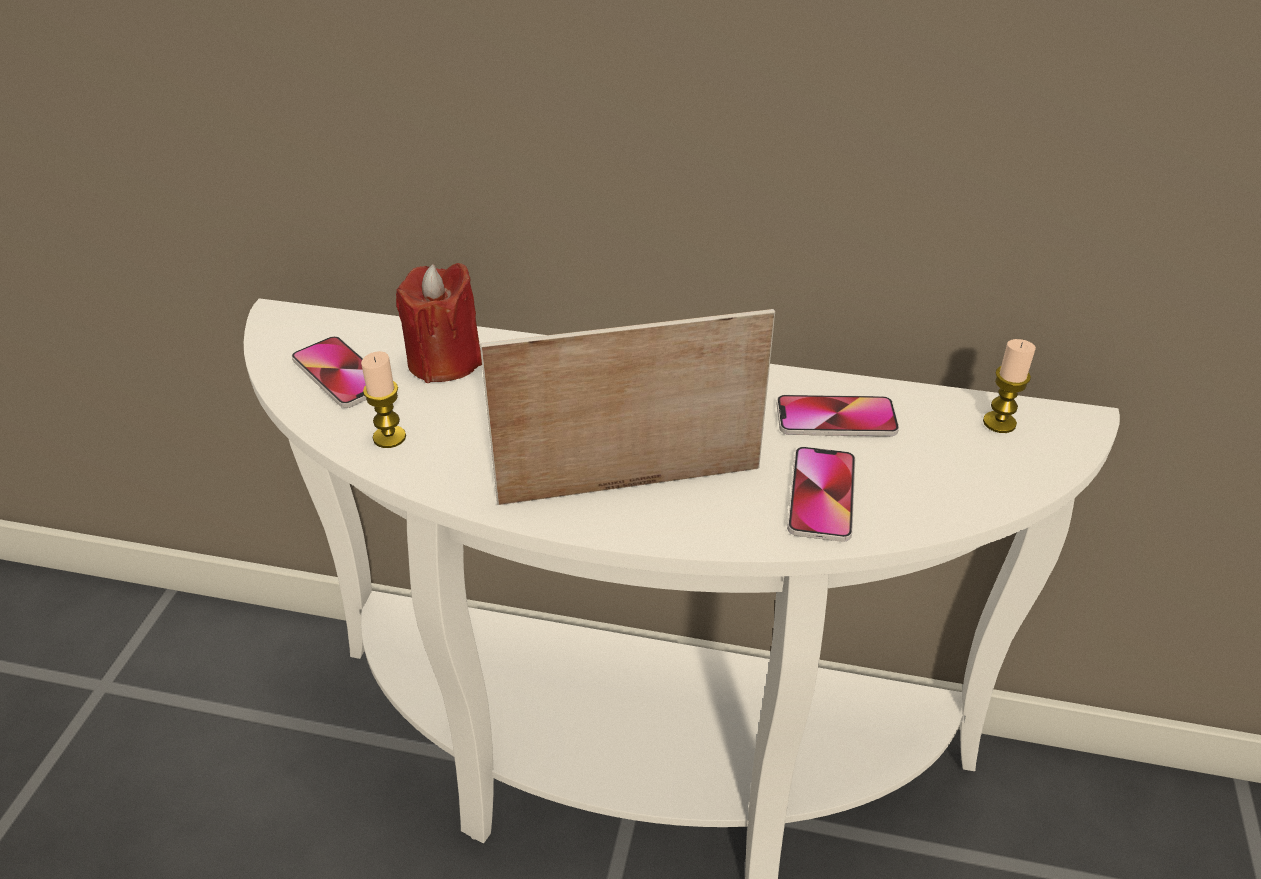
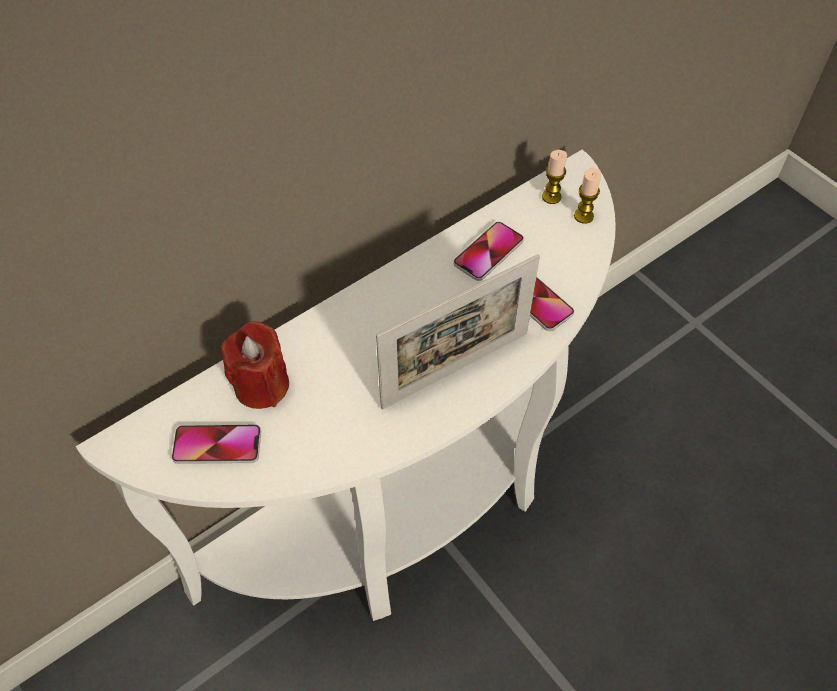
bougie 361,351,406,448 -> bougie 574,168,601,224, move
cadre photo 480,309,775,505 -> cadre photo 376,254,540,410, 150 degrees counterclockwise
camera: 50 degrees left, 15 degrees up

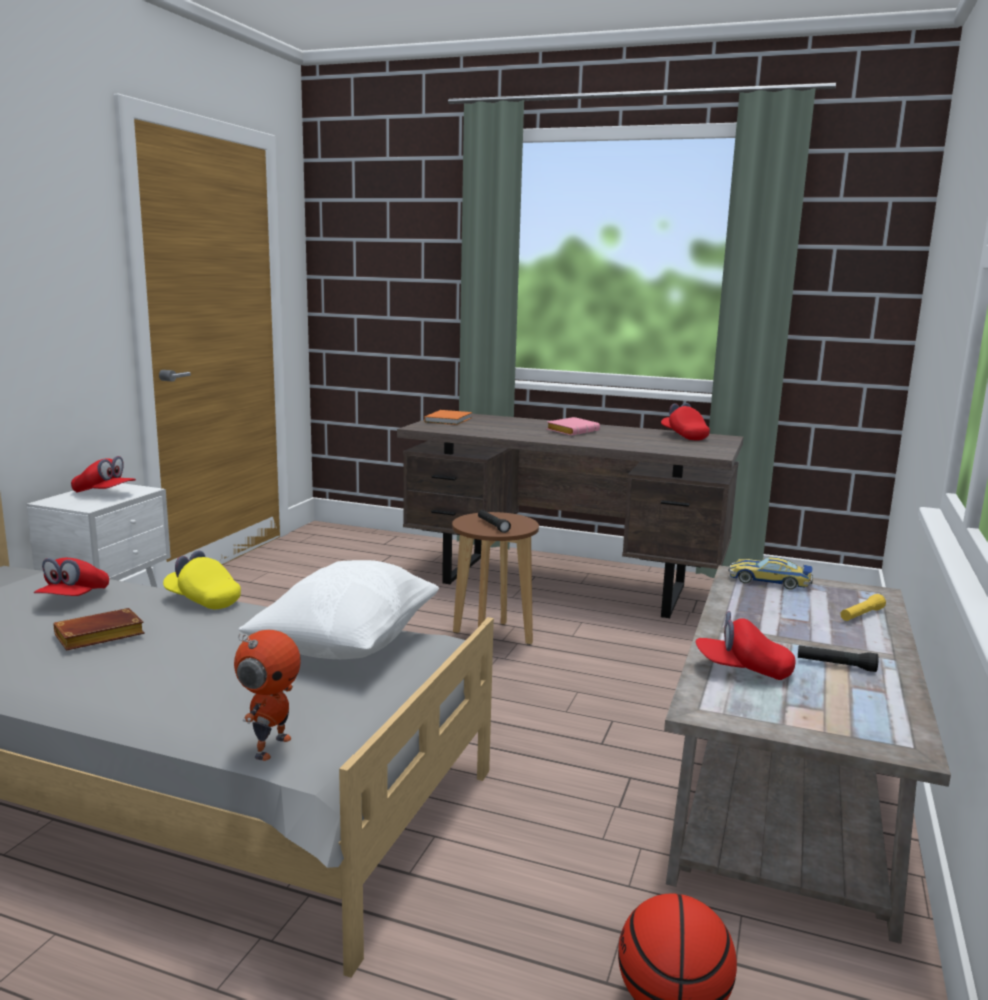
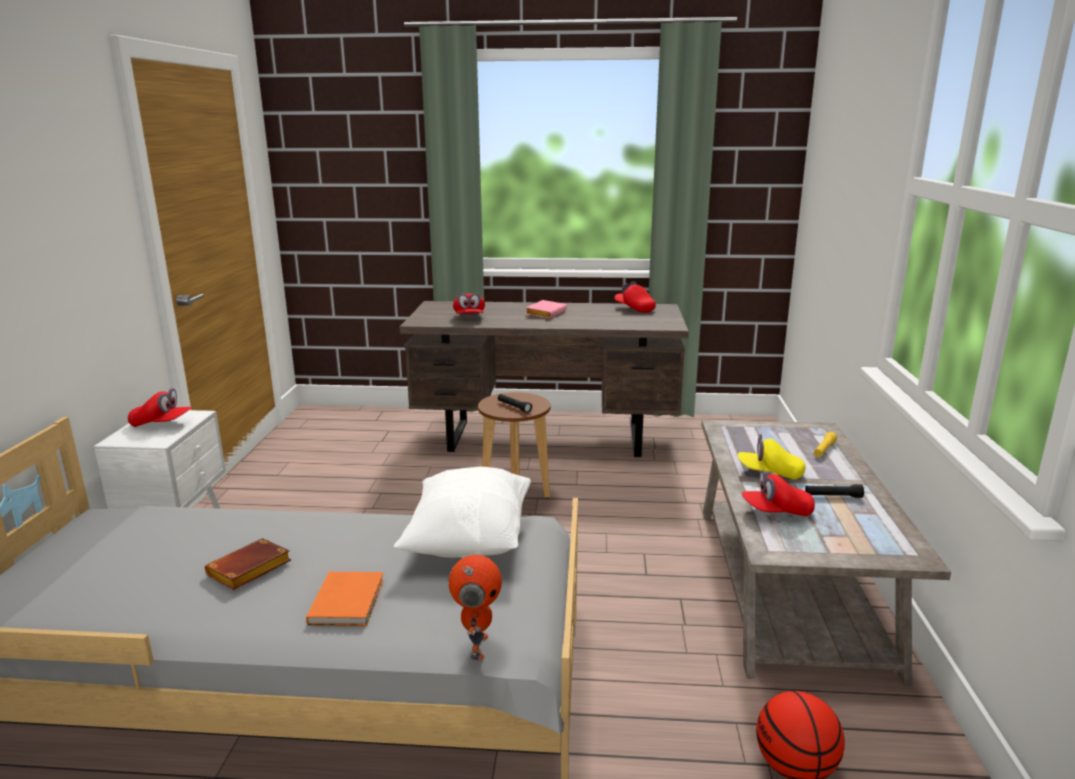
casquette/rouge 34,558,109,596 -> casquette/rouge 453,293,485,314, move
casquette/jaune 163,550,241,609 -> casquette/jaune 738,434,806,480, move
livre/orange 424,410,472,425 -> livre/orange 306,572,384,626, move
petite voiture 728,557,813,590 -> none
camera: 15 degrees left, 5 degrees up

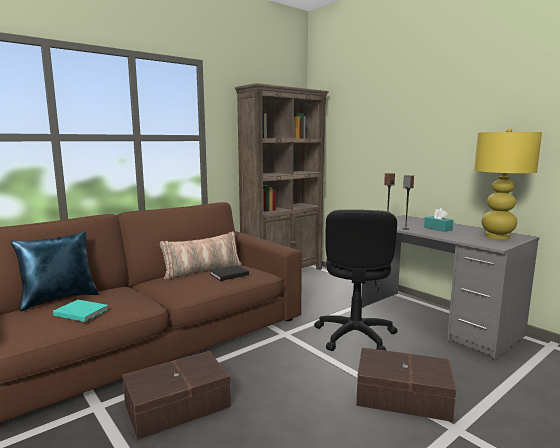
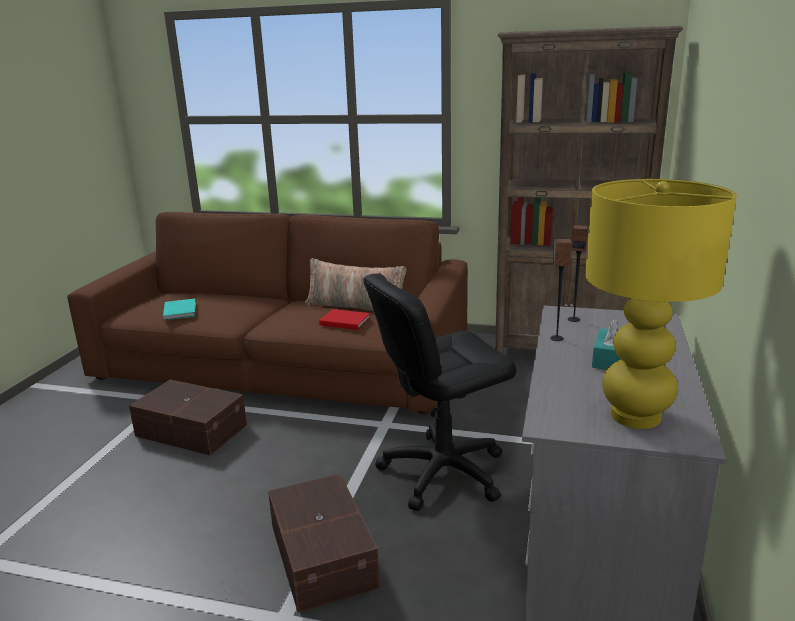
coussin/bleu 11,231,99,311 -> none
livre/noir 210,265,249,281 -> livre/rouge 319,309,370,330
camera: 55 degrees right, 10 degrees up

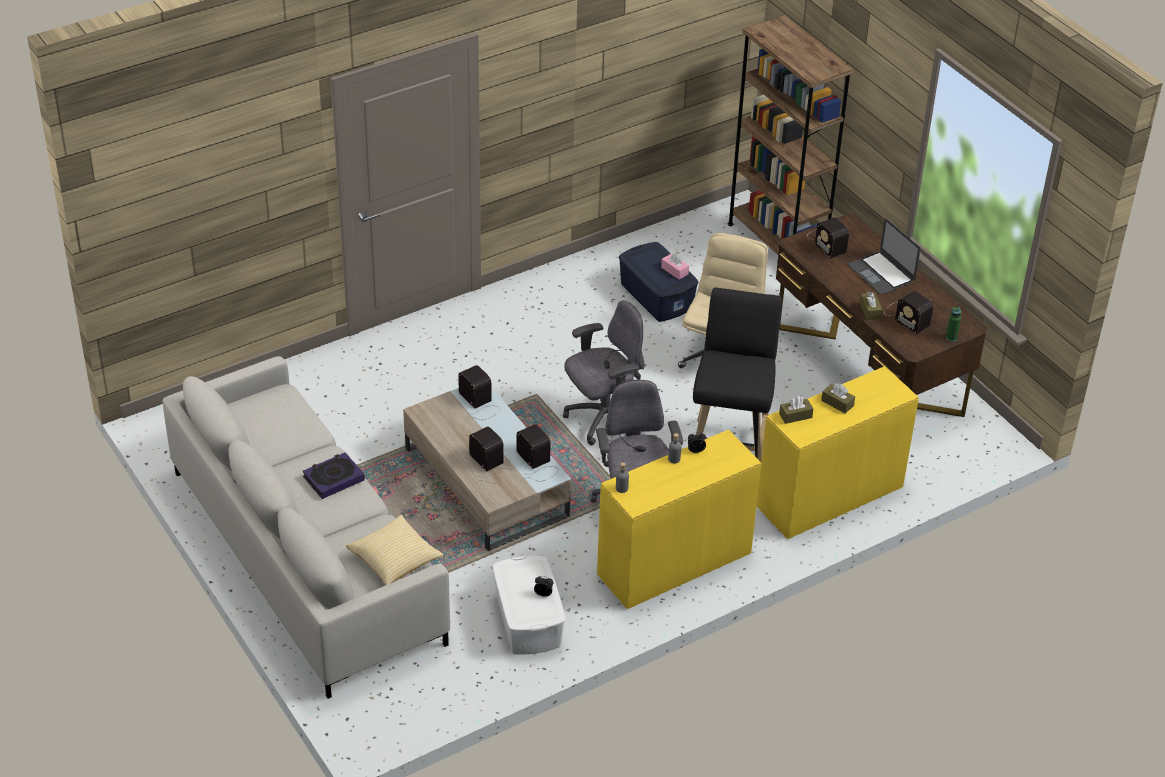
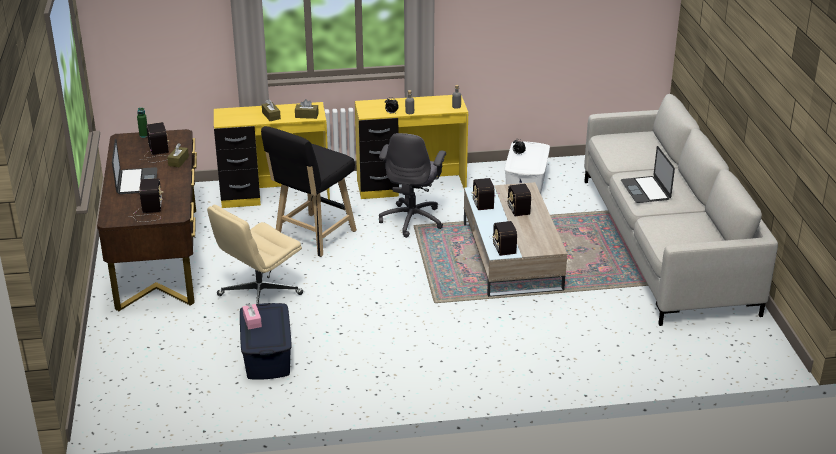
livre 302,452,365,499 -> ordinateur portable 621,146,675,203
coussin 346,515,443,585 -> none
chaise de bureau/gris 563,300,645,445 -> none
bibliothèque/marron 728,15,854,255 -> none
camera: 155 degrees left, 10 degrees down

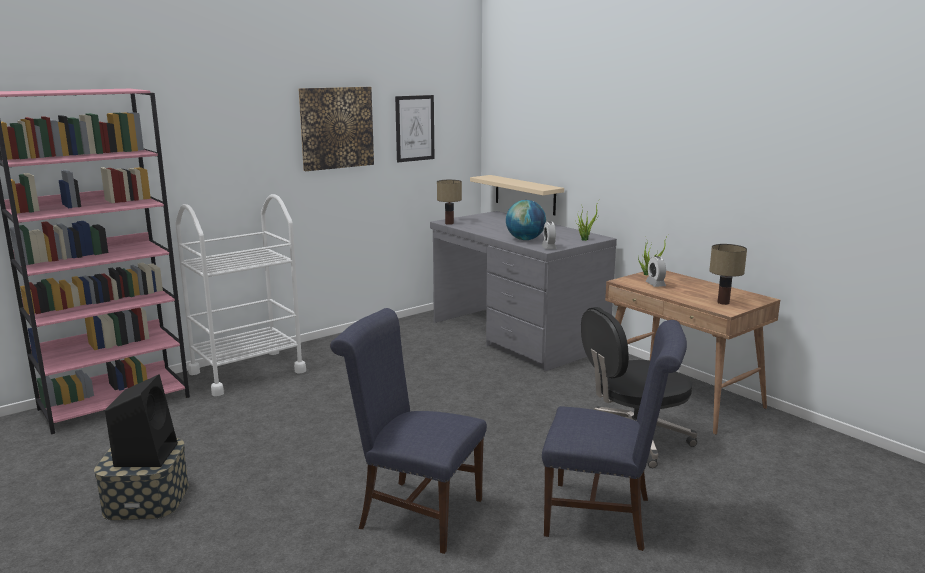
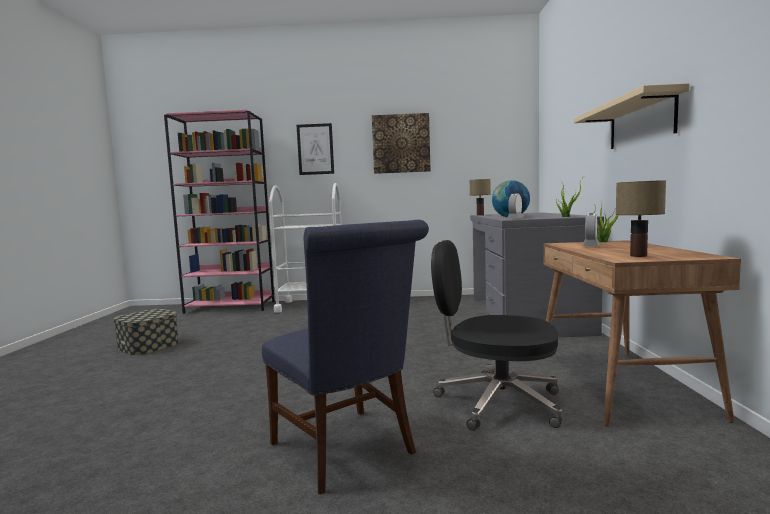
enceinte/noir 105,374,178,467 -> none
chaise/bleu 330,308,487,554 -> none
tableau 395,95,434,162 -> tableau 297,123,334,175, move
étagère/beige 470,175,564,215 -> étagère/beige 574,83,690,149, move
camera: 40 degrees right, 10 degrees down

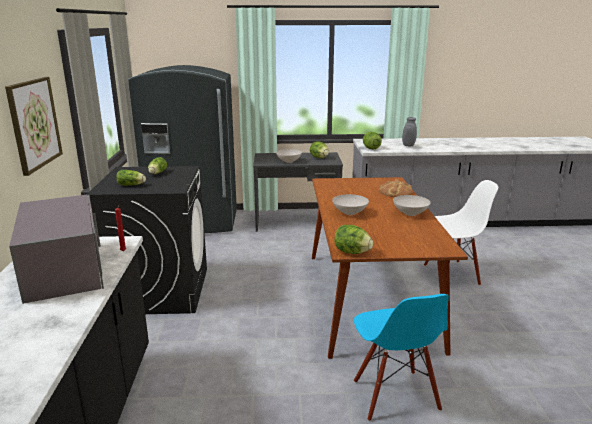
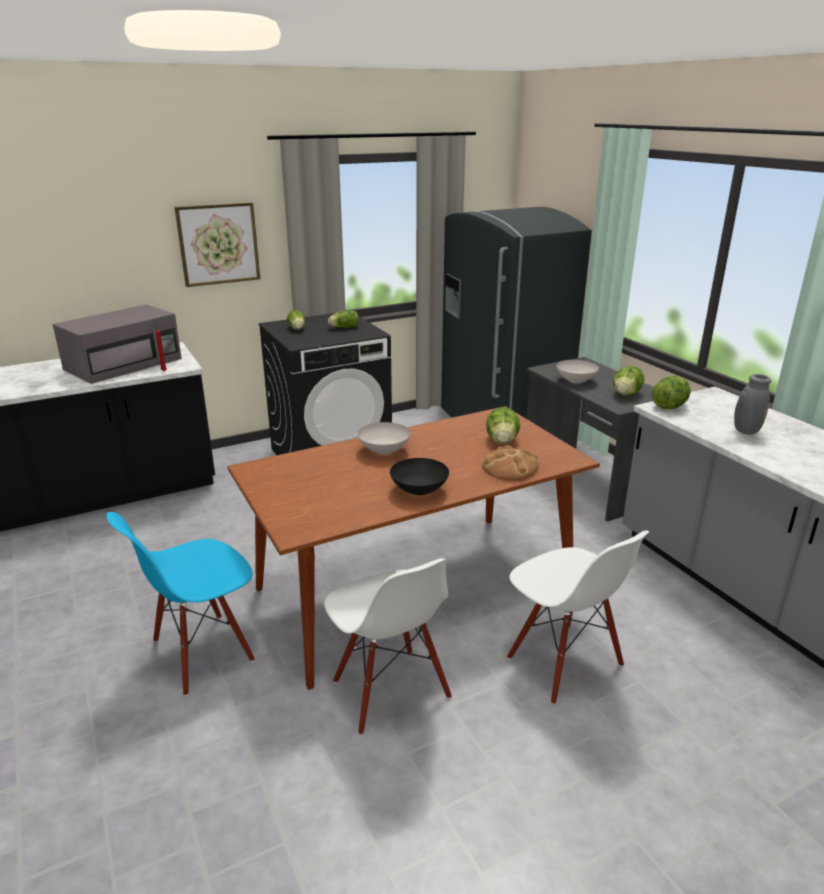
laitue 334,225,373,254 -> laitue 486,407,520,444, move
bol/blanc 393,195,431,216 -> bol/noir 390,458,449,495
none -> chaise/blanc 324,558,452,735
camera: 65 degrees right, 5 degrees up

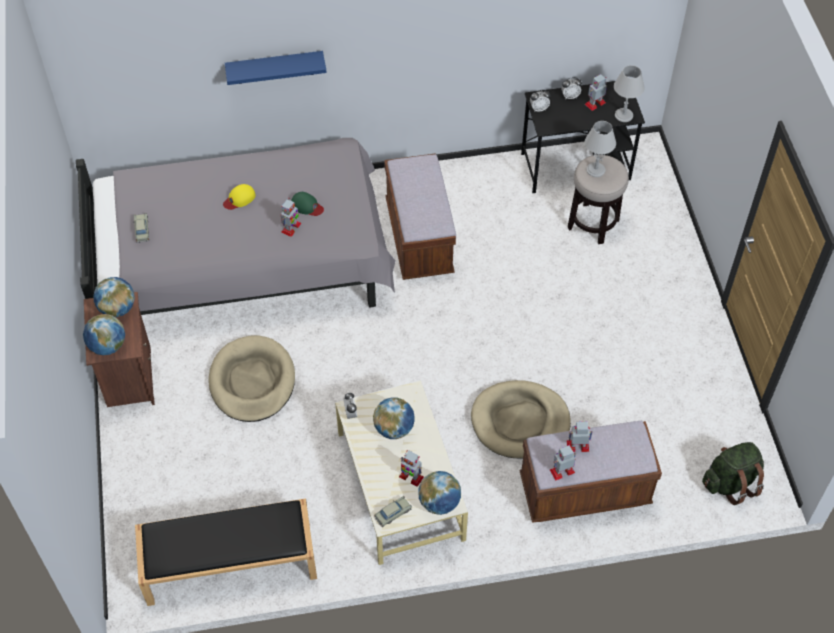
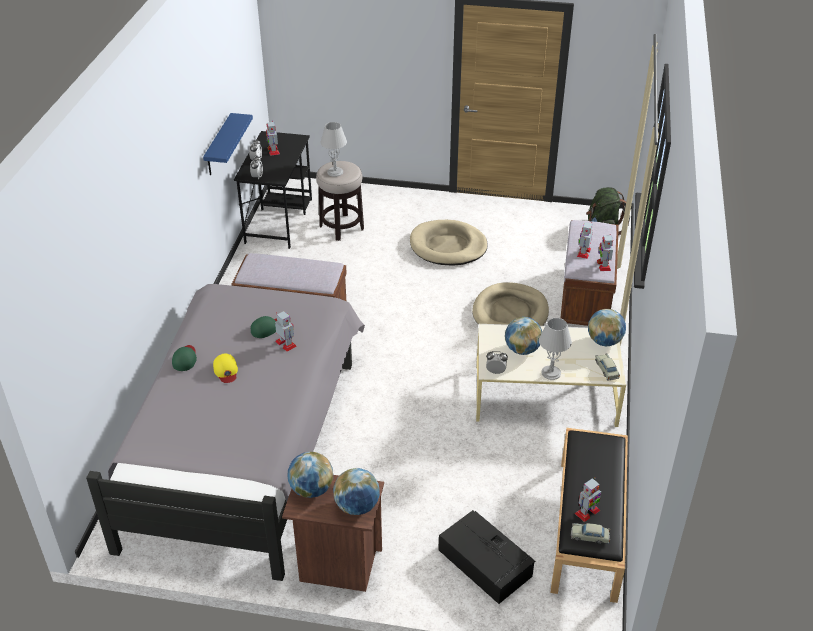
petite voiture/beige 133,213,149,243 -> petite voiture/beige 571,523,610,544, move
panier pour chien/beige 208,336,295,422 -> panier pour chien/beige 410,220,488,266, move
étagère/bleu 225,51,327,85 -> étagère/bleu 203,113,253,175, move
robot jouet 399,450,424,487 -> robot jouet 574,477,601,522, move
lampe de table/gris 614,65,645,122 -> lampe de table/gris 539,318,572,380, move
none -> casquette/vert 172,345,197,371
none -> boîte de rangement/noir 438,510,535,604
camera: 70 degrees left, 15 degrees down

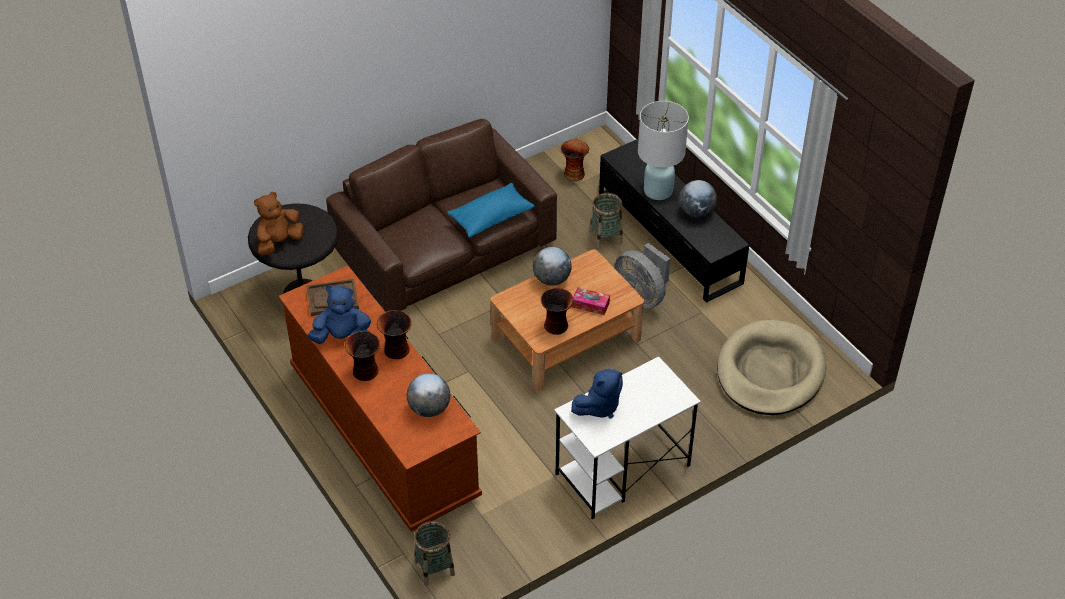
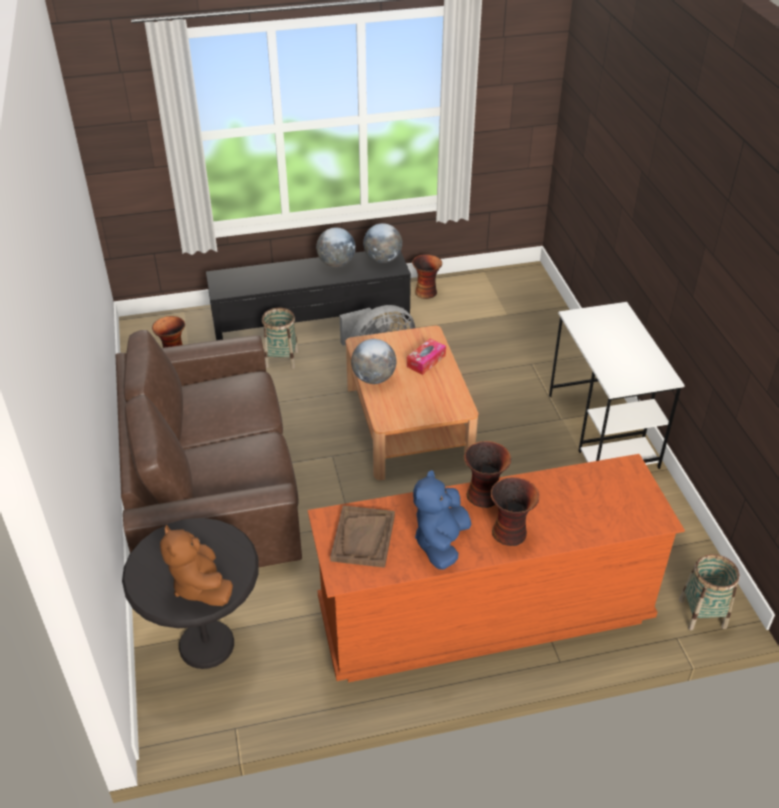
globe 407,373,450,417 -> globe 363,223,402,263, move
coussin/bleu 447,183,535,238 -> none
vase 541,288,574,335 -> vase 412,254,442,299, move
peluche/bleu 571,368,623,418 -> none
lampe de table/blanc 638,101,689,200 -> none
panier pour chien/beige 717,320,826,415 -> none
camera: 70 degrees left, 5 degrees down

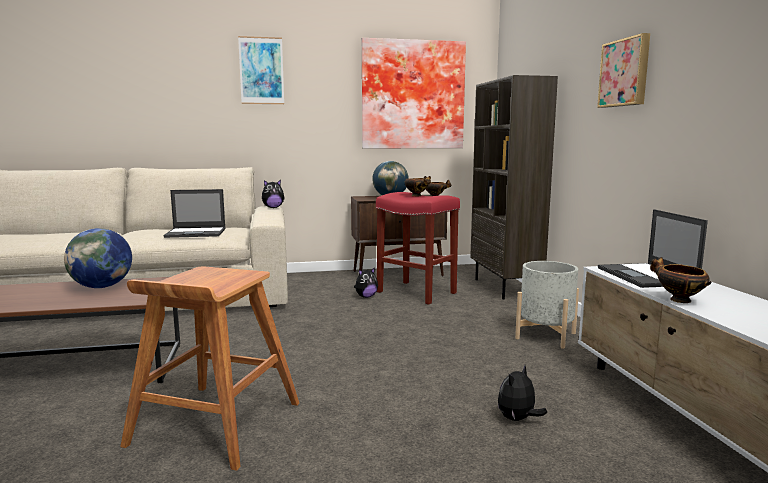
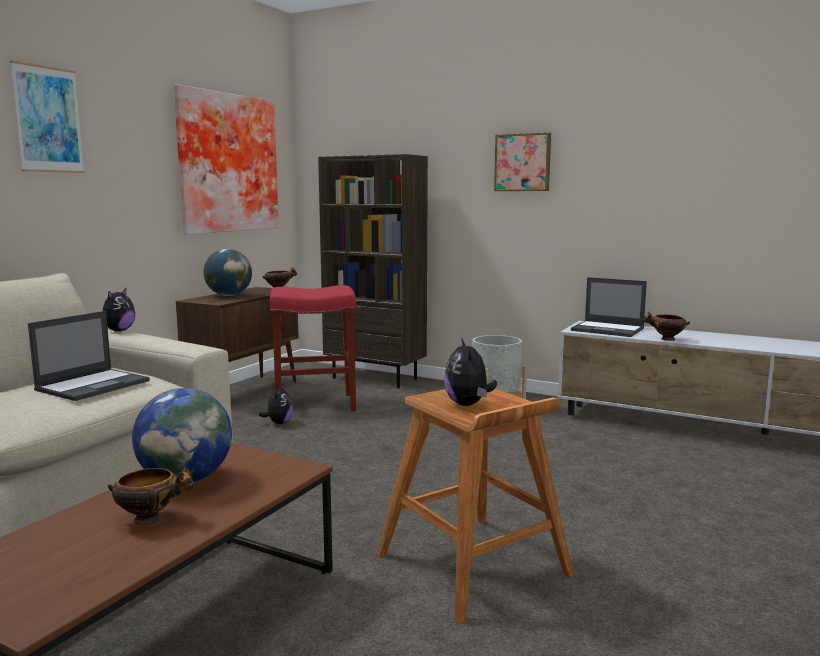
bol 405,176,431,196 -> bol 108,466,194,525, move
peluche 498,365,547,421 -> peluche 444,338,497,406, move
camera: 50 degrees left, 0 degrees up

